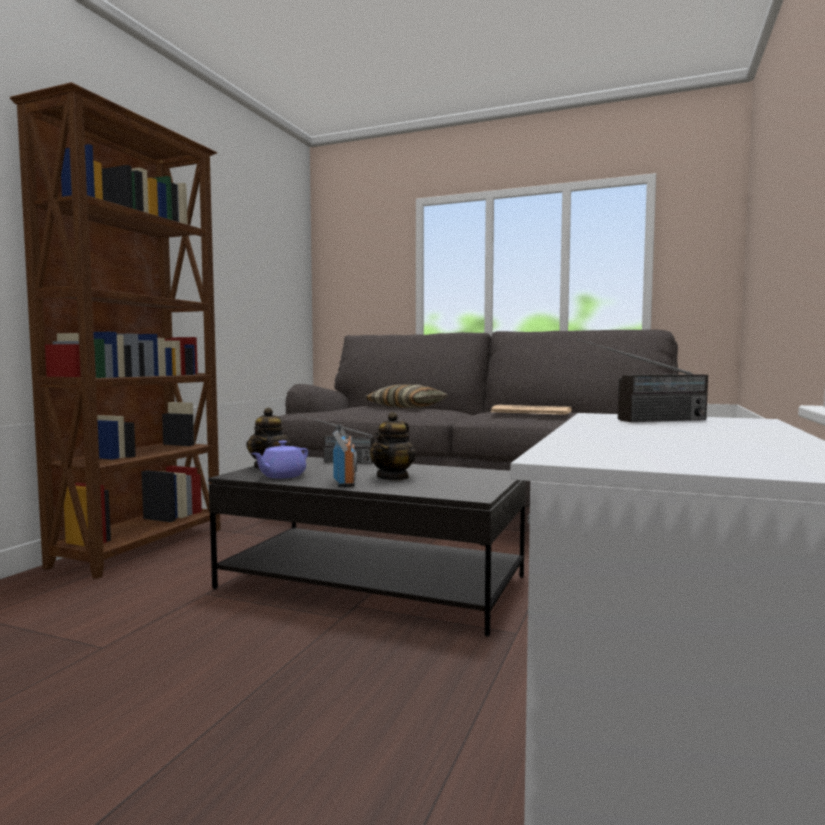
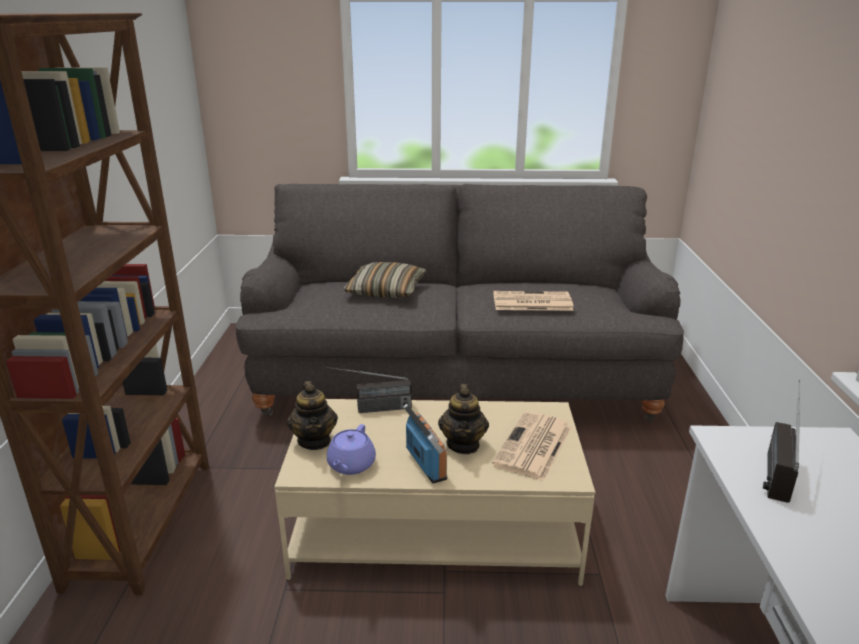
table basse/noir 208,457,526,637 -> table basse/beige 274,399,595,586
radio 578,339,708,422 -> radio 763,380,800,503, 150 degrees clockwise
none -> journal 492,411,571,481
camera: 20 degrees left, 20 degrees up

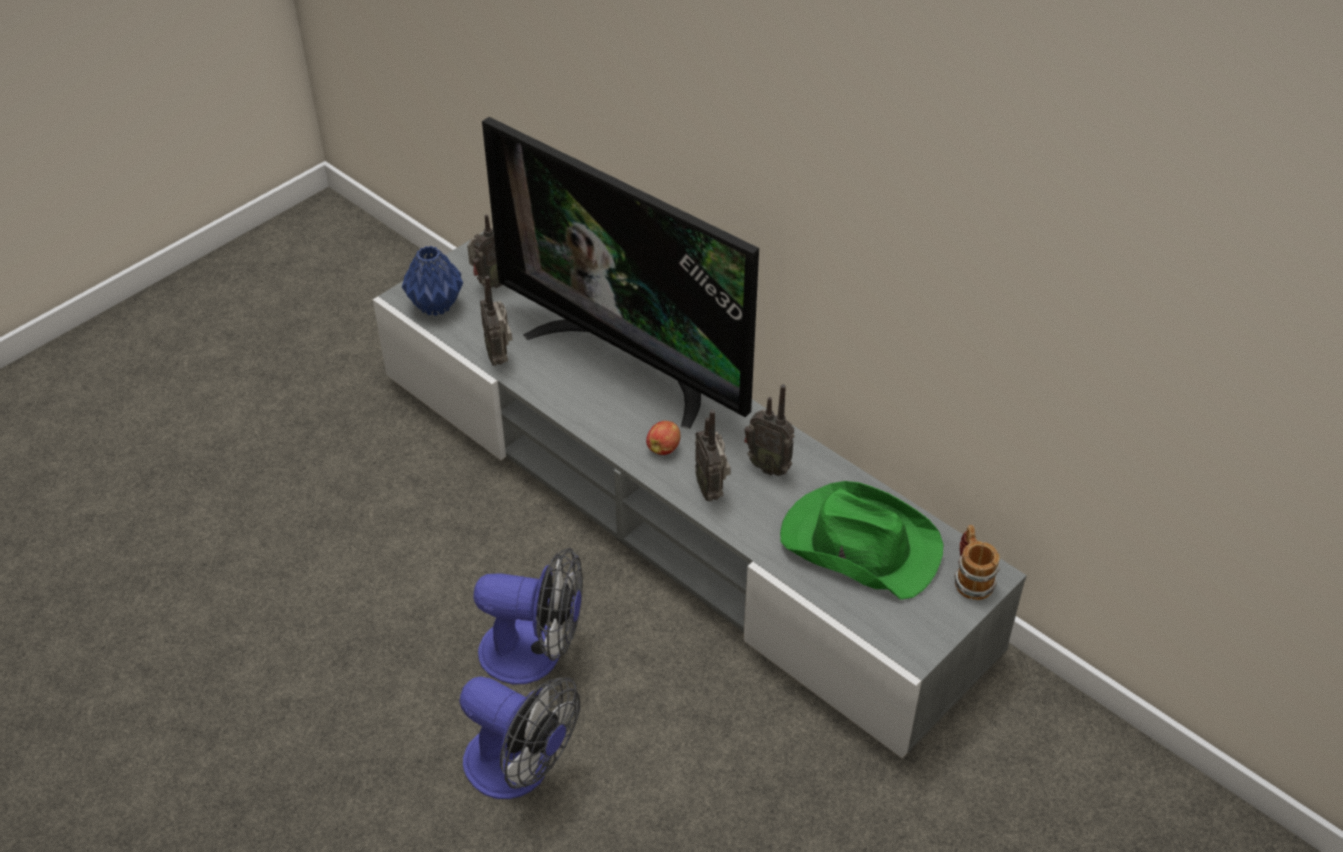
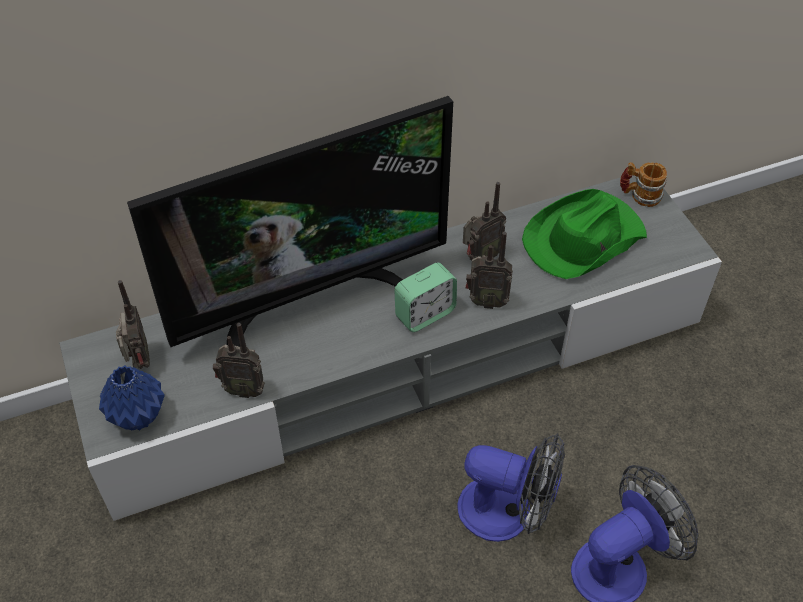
ventilateur 473,548,583,685 -> ventilateur 457,433,565,542, 75 degrees clockwise
pomme 646,421,680,455 -> réveil 394,262,457,332
camera: 65 degrees left, 5 degrees up

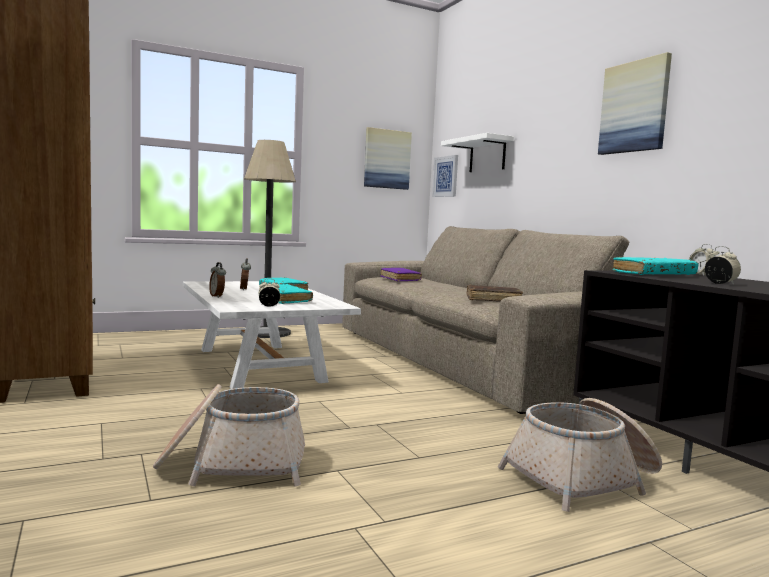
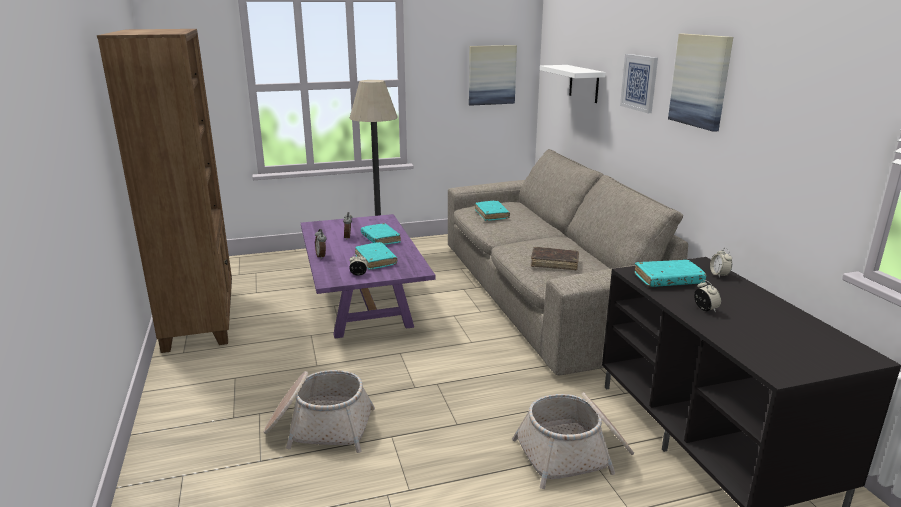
table basse/blanc 183,281,361,389 -> table basse/violet 301,214,435,338
livre/violet 381,268,422,281 -> livre/turquoise 475,201,510,221
tableau 432,155,458,197 -> tableau 620,54,658,113, move
camera: 10 degrees right, 15 degrees up

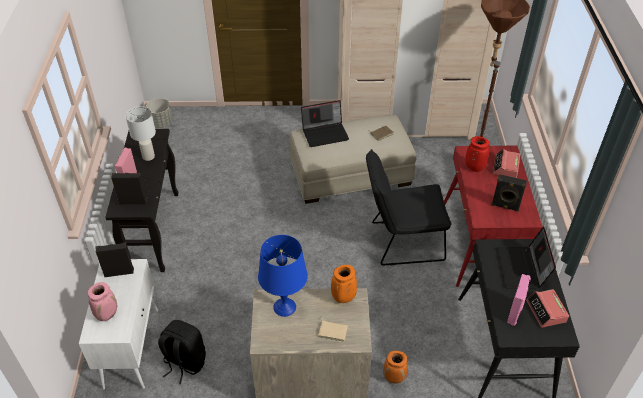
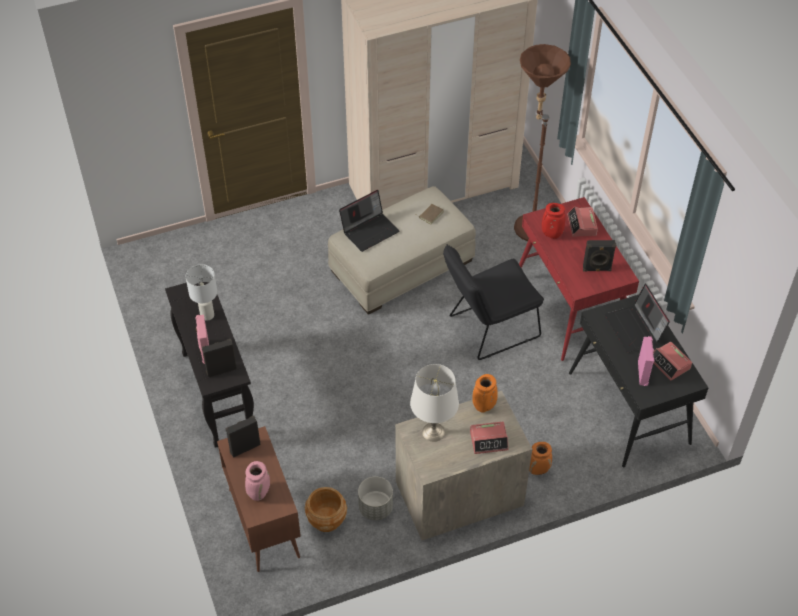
meuble de rangement/blanc 79,259,158,390 -> meuble de rangement/marron 217,426,301,572
cache-pot/gris 146,98,173,128 -> cache-pot/gris 358,477,393,521, move
sac à dos/noir 158,320,206,384 -> cache-pot/marron 305,487,347,532
lampe de table/bleu 258,235,308,317 -> lampe de table/blanc 410,364,459,442
livre/beige 318,316,348,342 -> réveil 470,422,509,454
camera: 20 degrees left, 5 degrees up

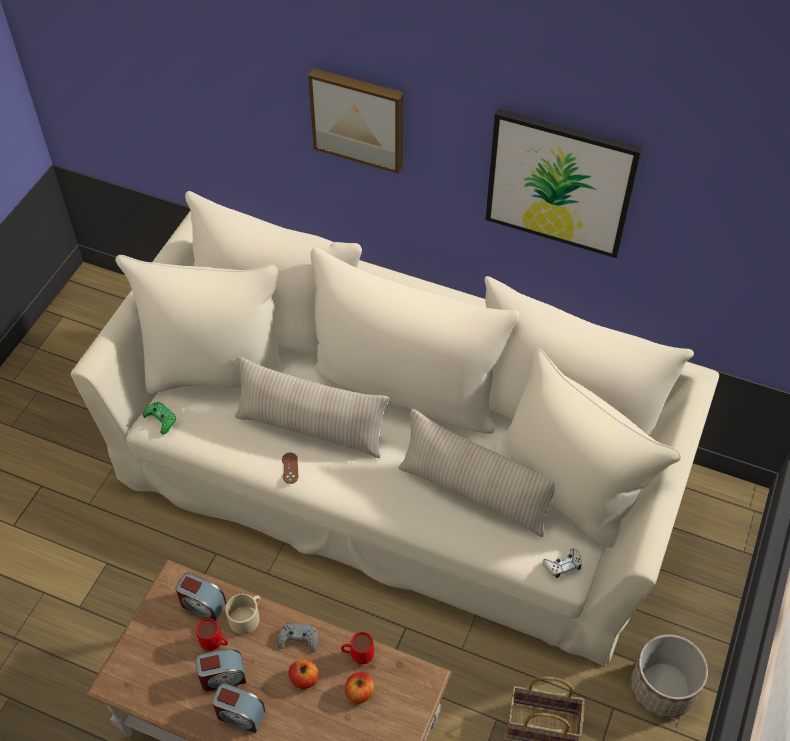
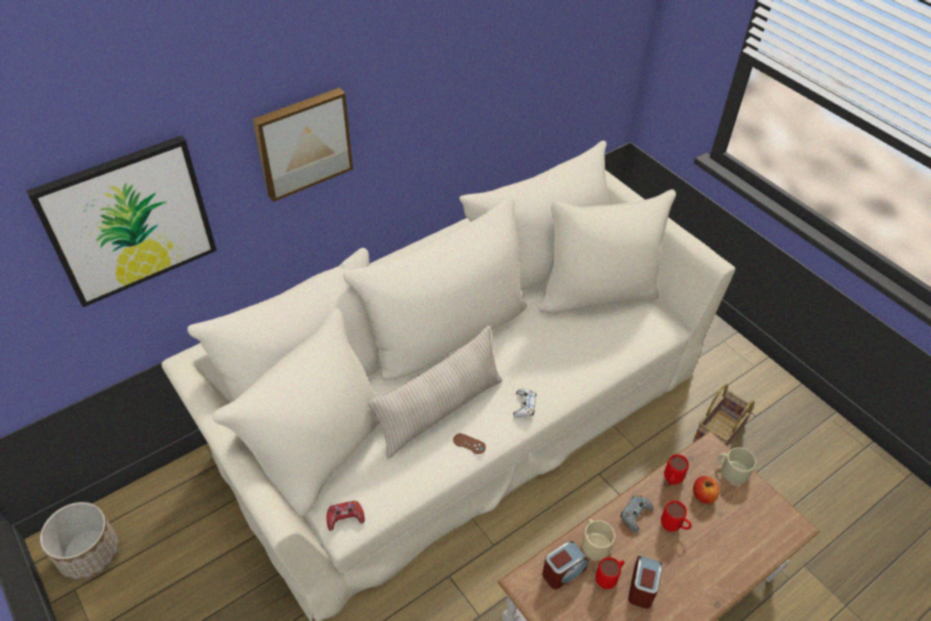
manette/vert 142,402,176,435 -> manette/rouge 327,501,365,531
réveil 212,683,265,733 -> none
pomme 288,659,319,689 -> mug/rouge 661,500,692,532
coussin/beige 399,409,555,537 -> none
tableau 486,108,643,258 -> tableau 27,135,217,307, move
manette/blanc 542,548,582,578 -> manette/blanc 513,388,536,418, move
cache-pot 631,634,708,718 -> cache-pot 40,502,119,580, move
none -> mug/beige 718,447,756,484
camera: 60 degrees left, 5 degrees down

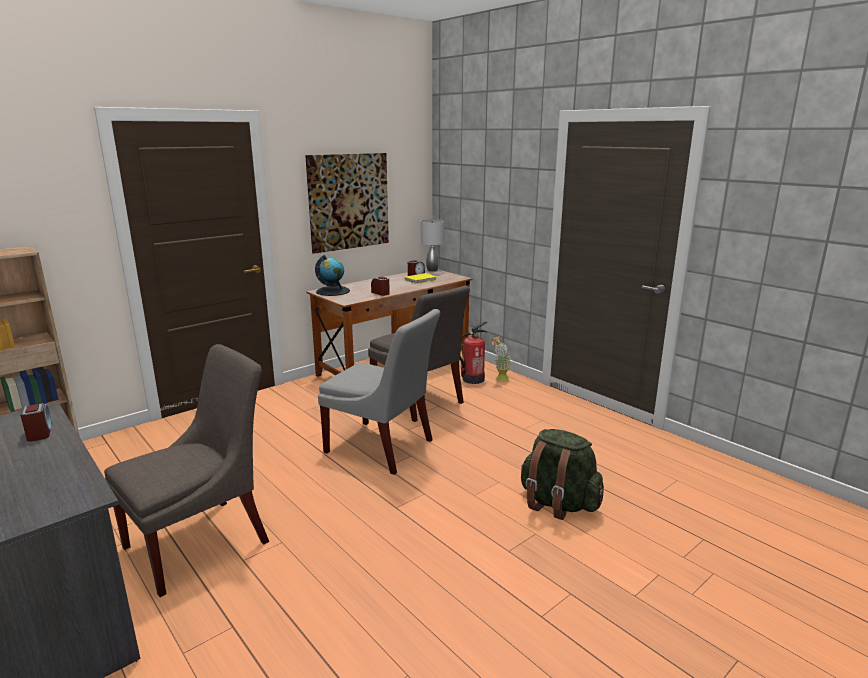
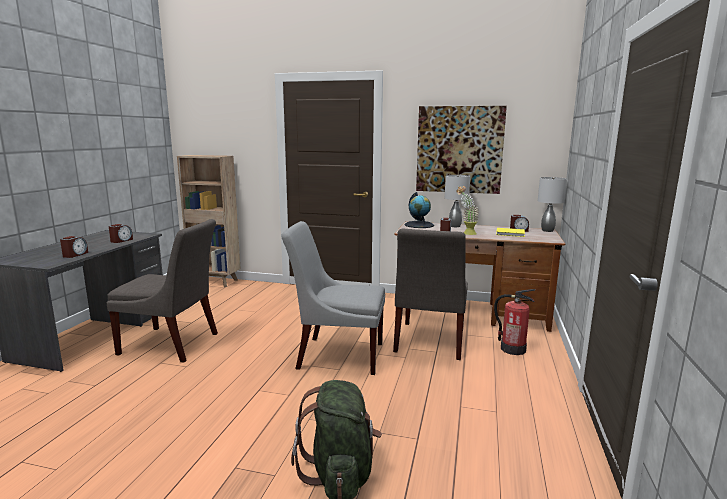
chaise/gris 318,309,440,475 -> chaise/gris 281,221,385,375, 105 degrees clockwise
plante en pot 491,336,511,381 -> plante en pot 457,186,479,235, move
none -> réveil 60,236,88,258
none -> lampe de table/gris 445,175,470,227
camera: 55 degrees right, 5 degrees down

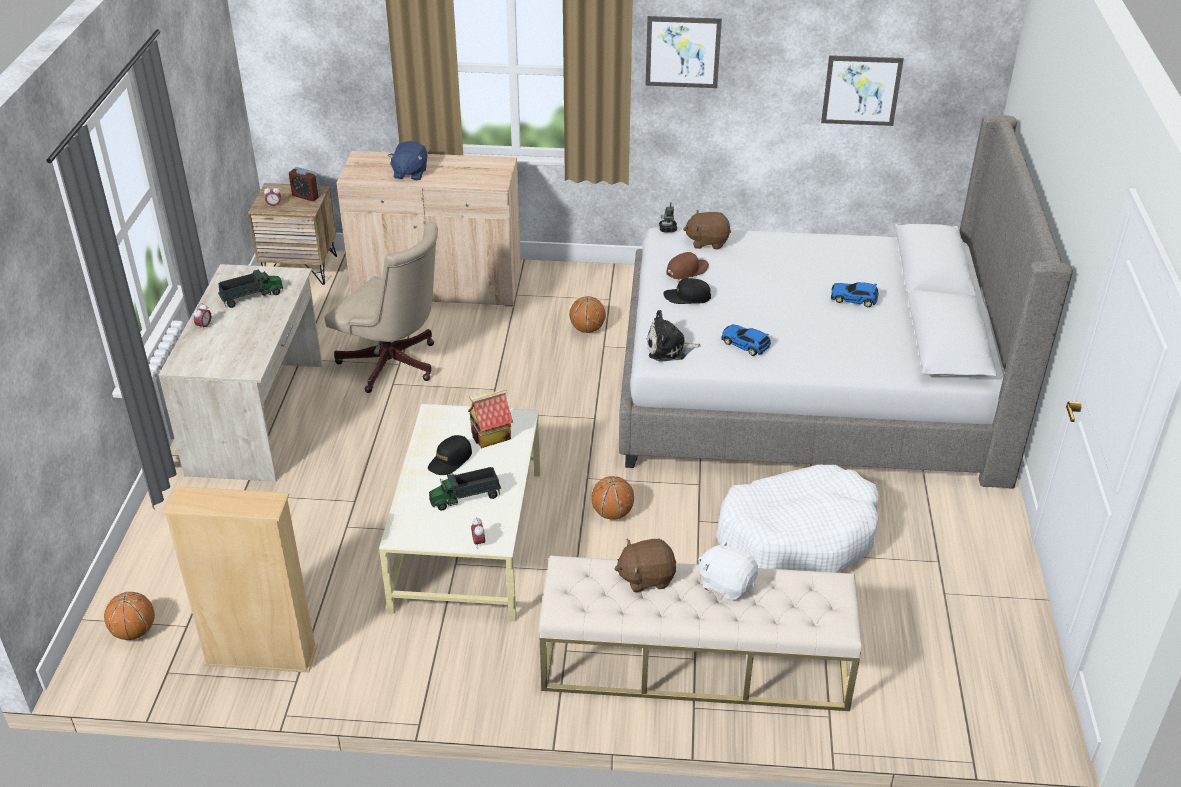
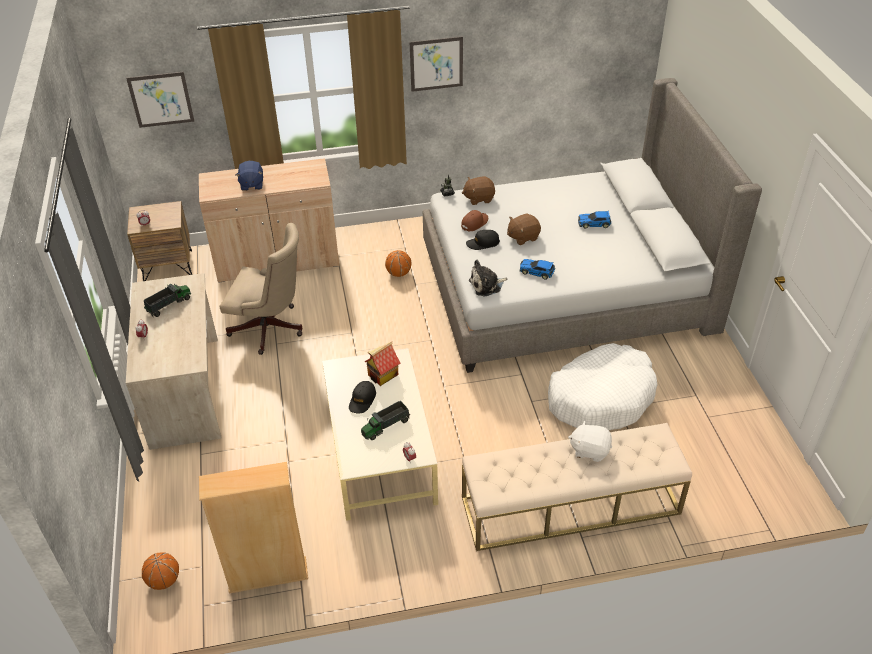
réveil 289,167,321,201 -> none
ballon de basket 591,476,634,520 -> none
peluche/marron 614,539,676,592 -> peluche/marron 507,214,541,245, move
tableau 821,55,904,126 -> tableau 126,72,194,128, move
camera: 15 degrees left, 5 degrees up

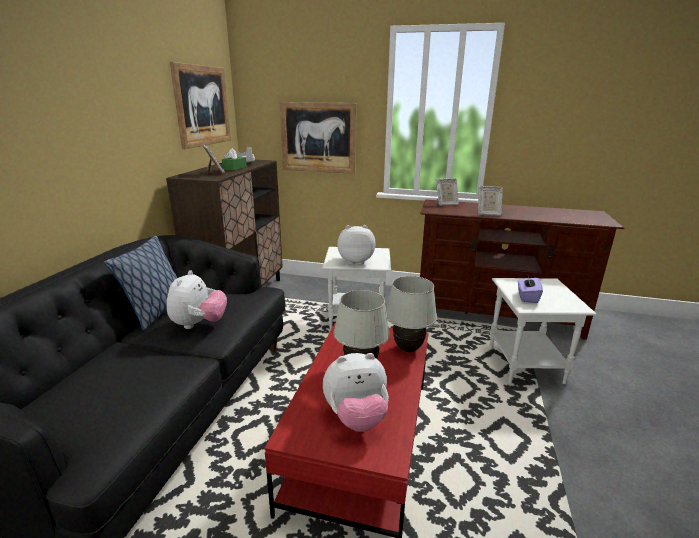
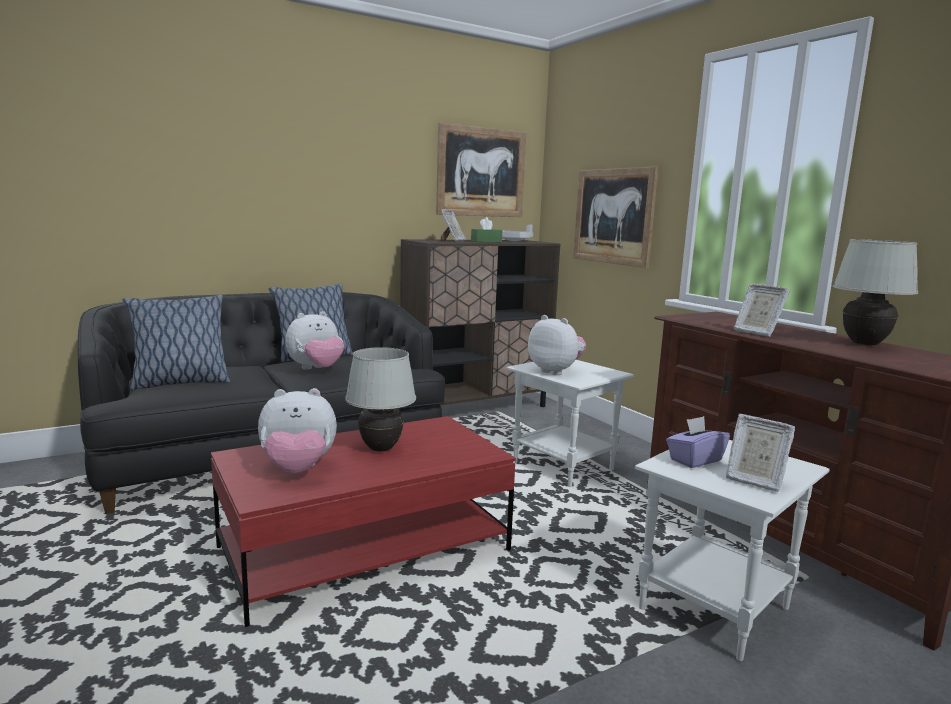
peluche 323,353,389,432 -> peluche 258,388,337,473, 45 degrees counterclockwise
lampe de table/blanc 386,276,437,353 -> lampe de table/blanc 833,239,918,345, move
cadre photo 436,179,459,206 -> cadre photo 726,414,795,492, move
none -> coussin 123,295,230,391
camera: 45 degrees right, 10 degrees down

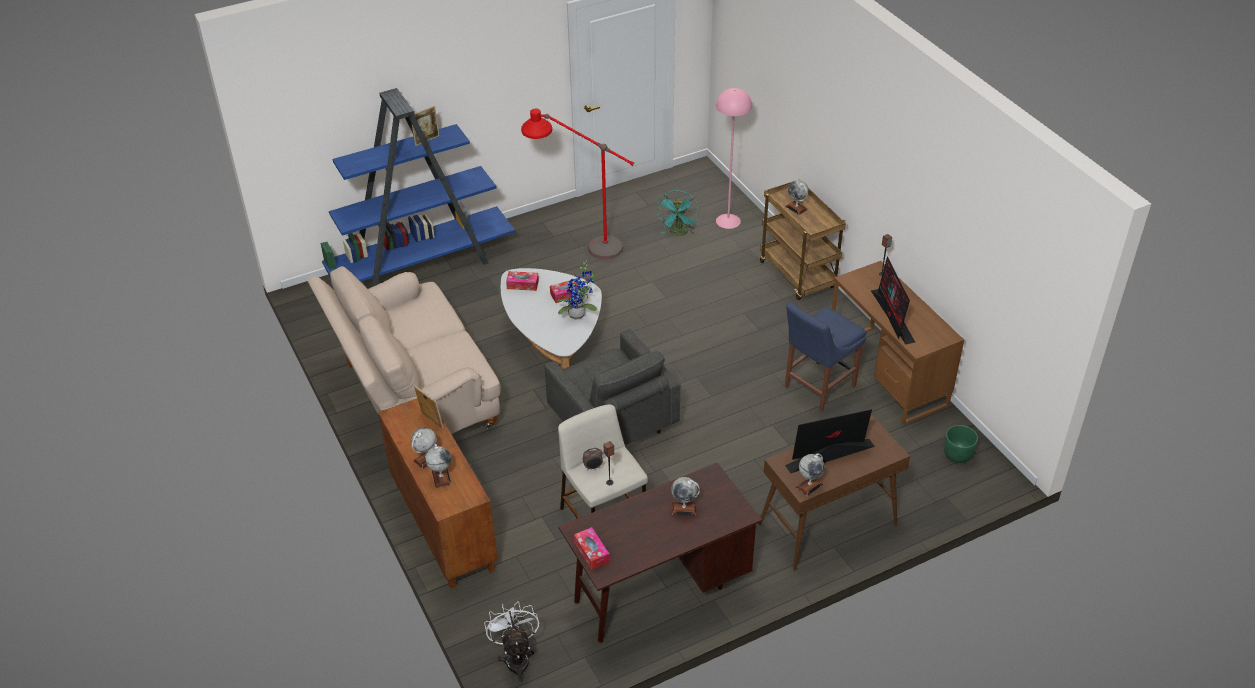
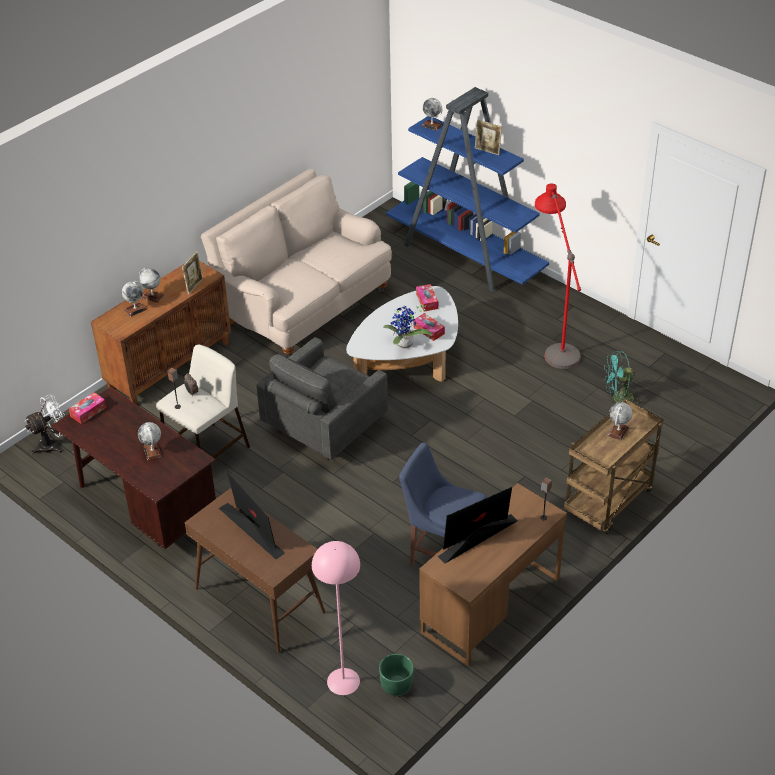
lampadaire/rose 716,88,752,229 -> lampadaire/rose 312,541,360,695, move
globe 796,454,825,496 -> globe 422,98,442,131, move
camera: 70 degrees right, 0 degrees up

